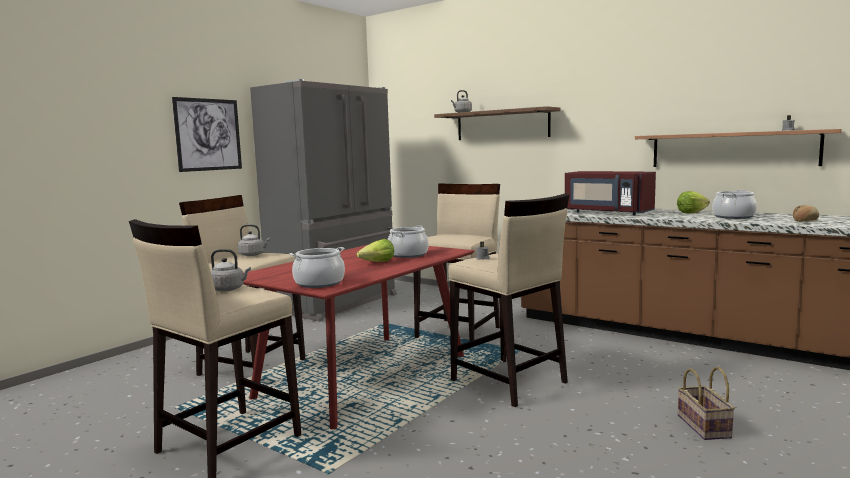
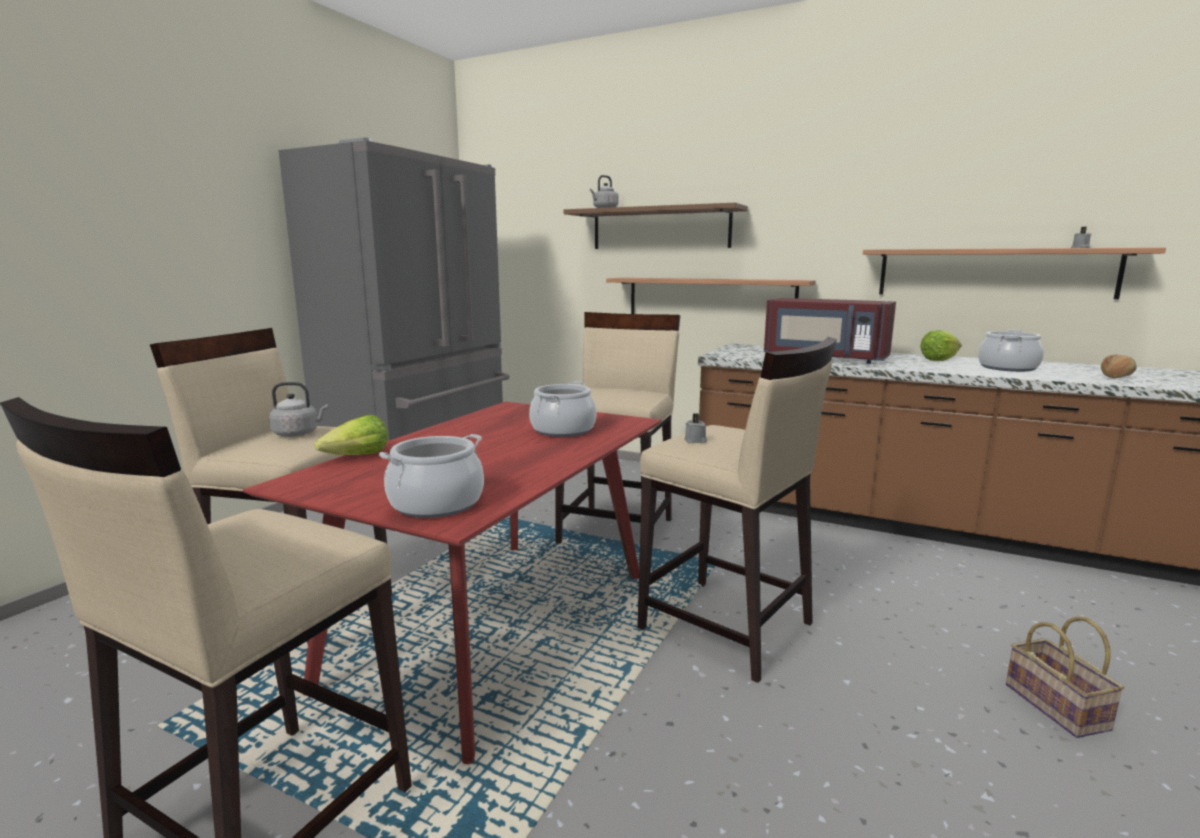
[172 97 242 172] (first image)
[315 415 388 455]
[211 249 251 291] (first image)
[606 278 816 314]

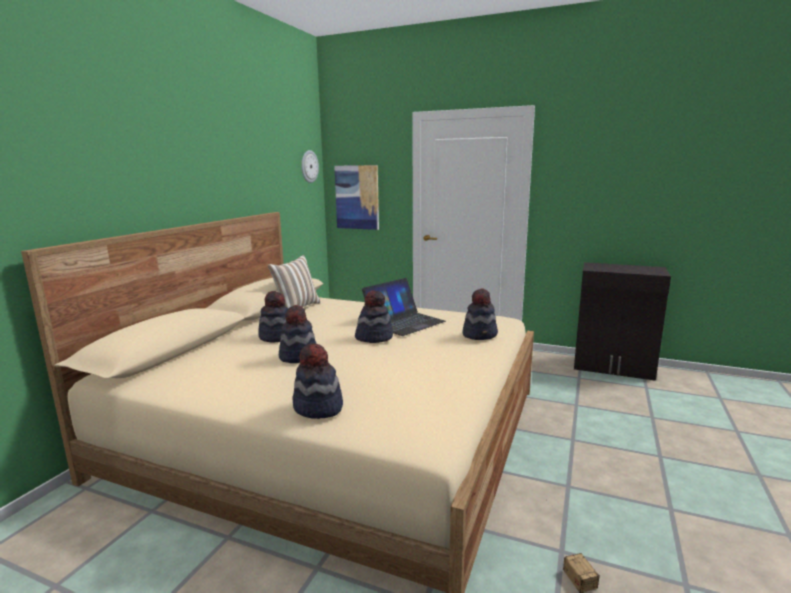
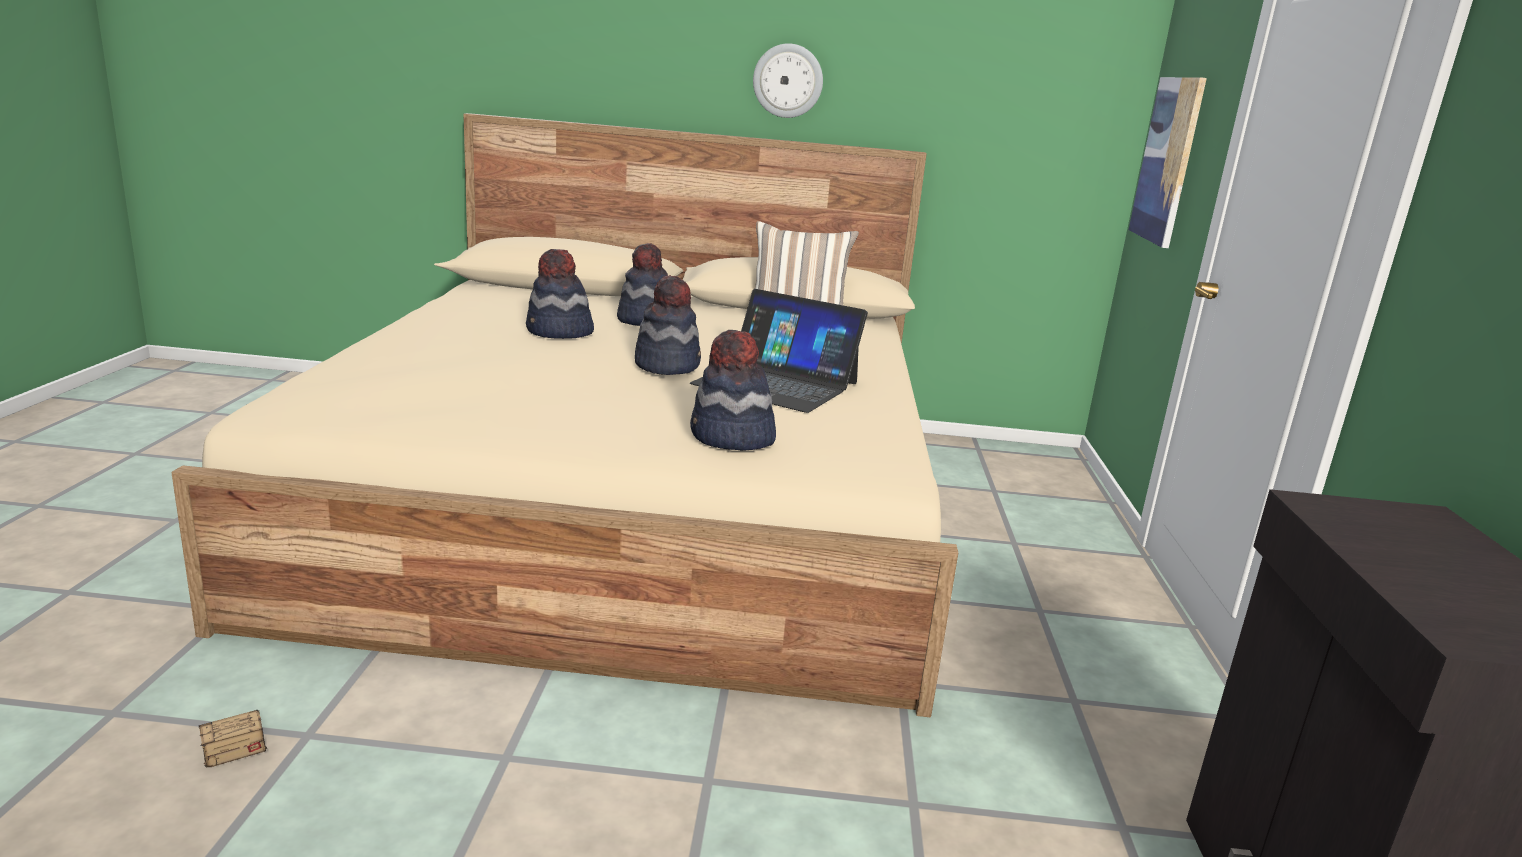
[753 43 823 118]
[292 343 343 419] (first image)

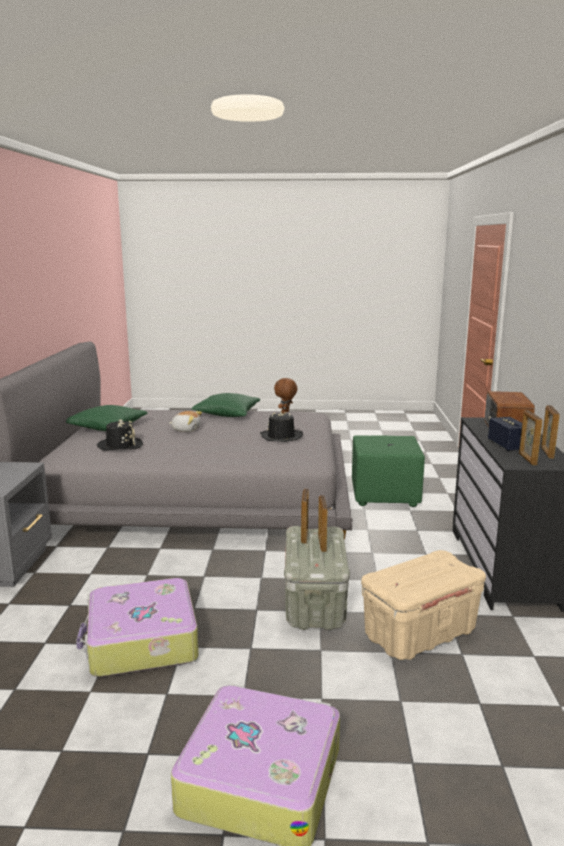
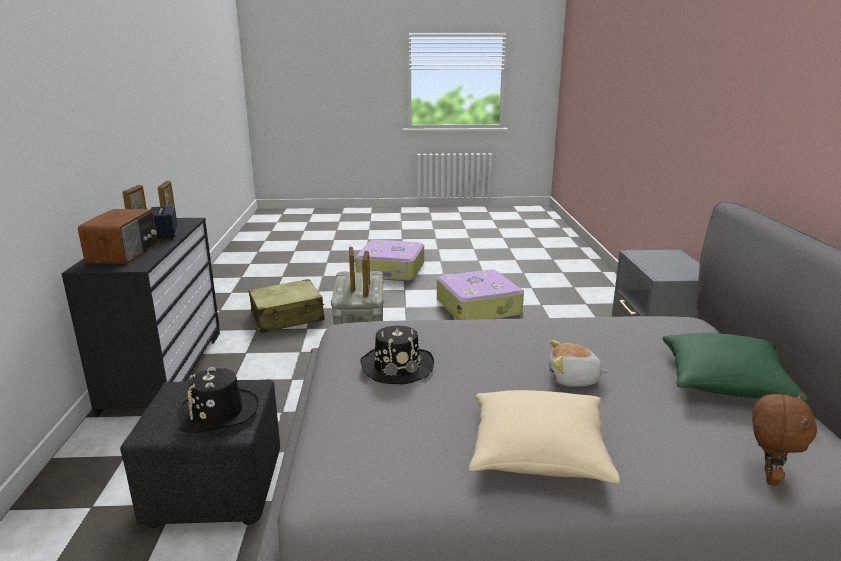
[752 394 817 486]
[469 390 620 484]
[177 367 259 433]
[120 380 280 528]
[249 279 325 333]

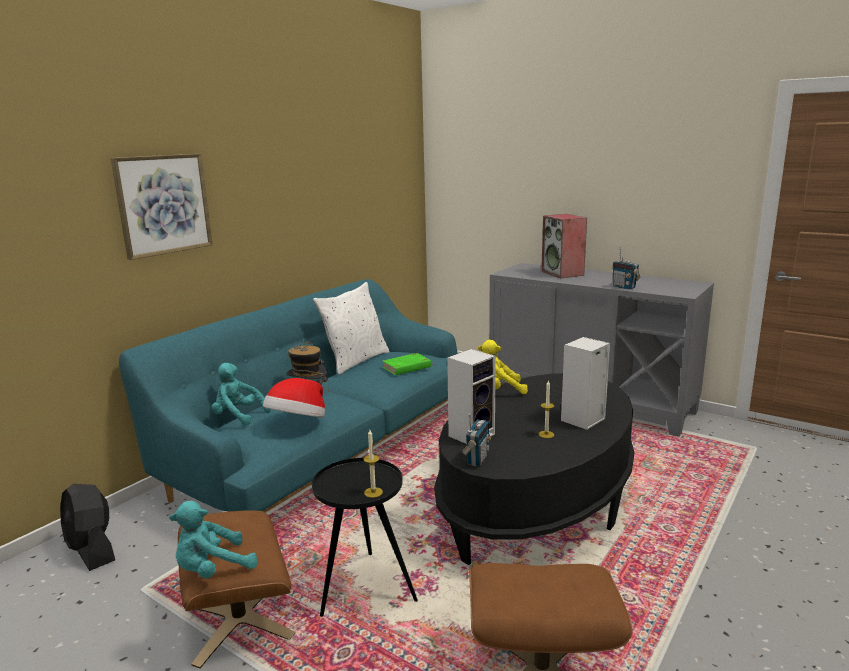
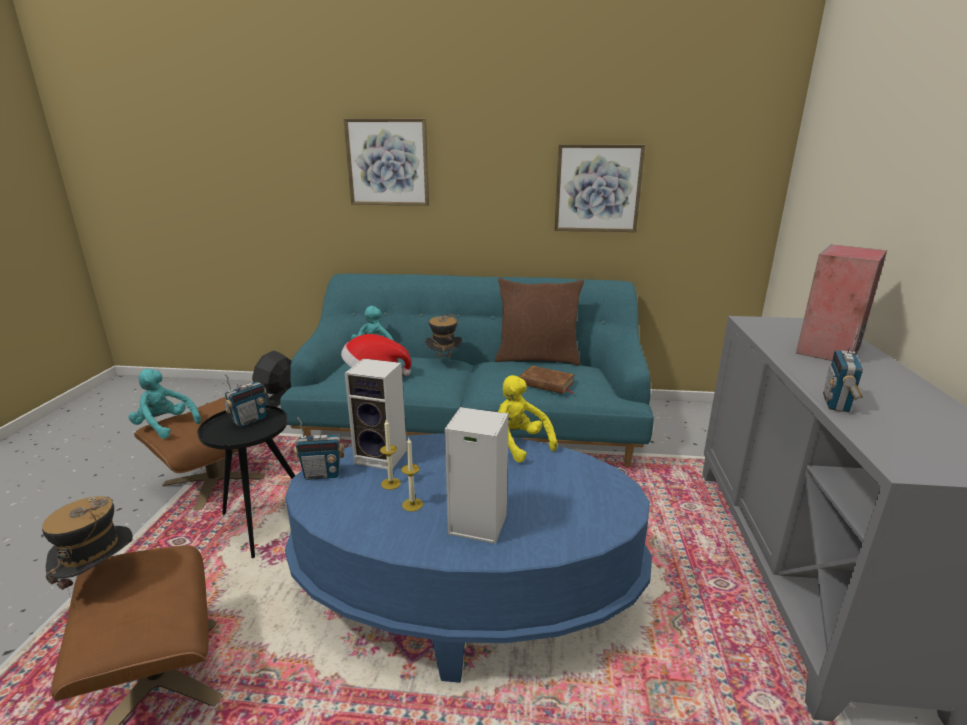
[495 278 584 366]
[519 366 575 394]
[285 433 652 683]
[380 420 401 490]
[555 144 645 232]
[224 373 267 427]
[42 496 133 609]

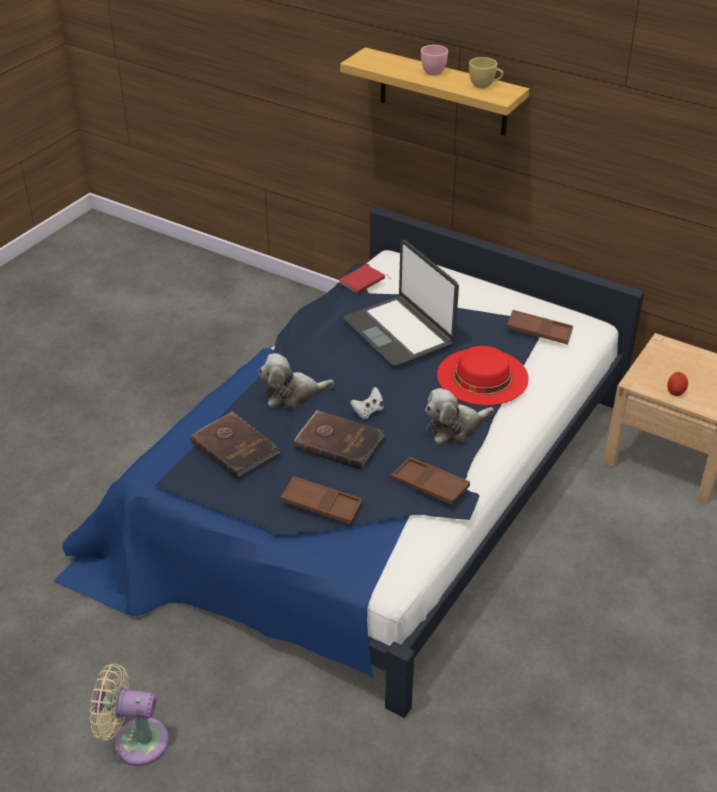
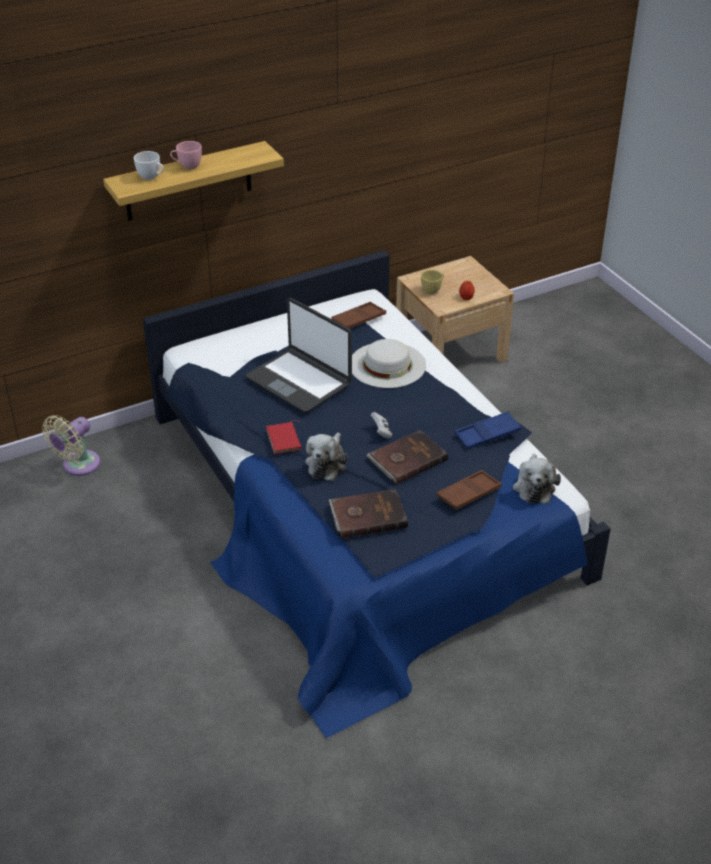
[421 270 444 294]
[246 298 352 413]
[266 420 301 454]
[352 339 426 388]
[513 454 561 504]
[455 411 521 449]
[42 415 101 476]
[134 151 164 180]

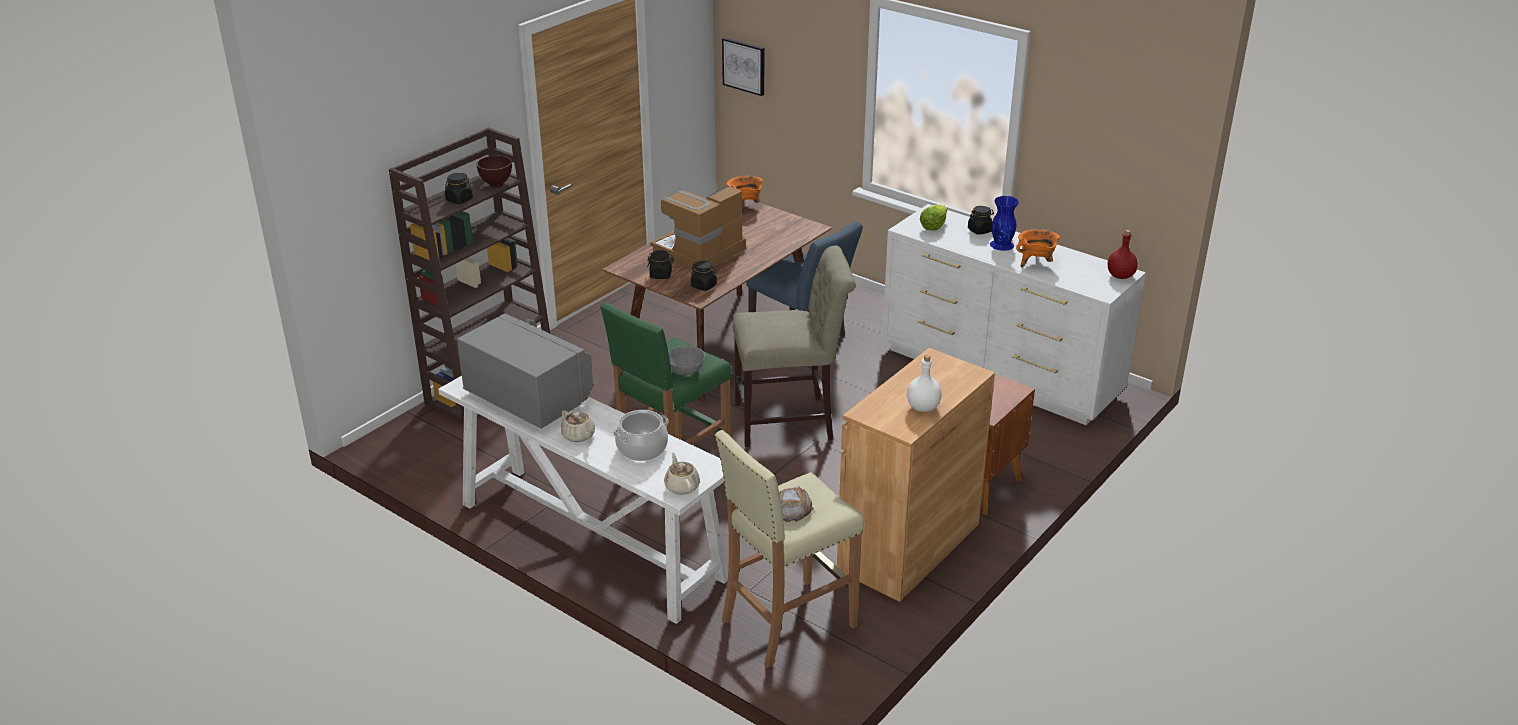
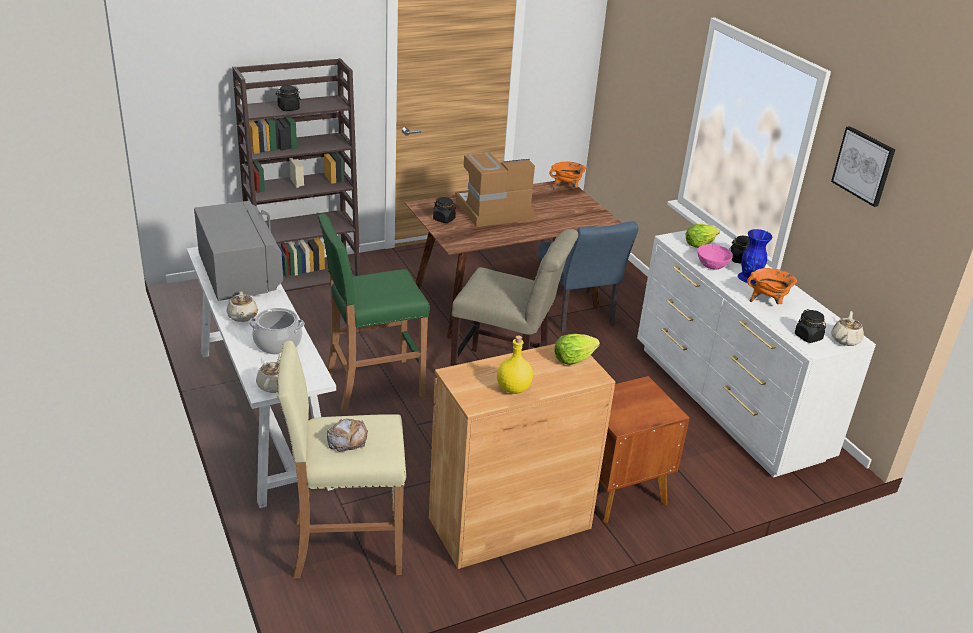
[831 126 895 207]
[476 155 512 188] (first image)
[831 311 864 346]
[795 309 826 343]
[668 346 705 375] (first image)
[497 335 533 394]
[697 244 733 270]
[554 334 600 365]

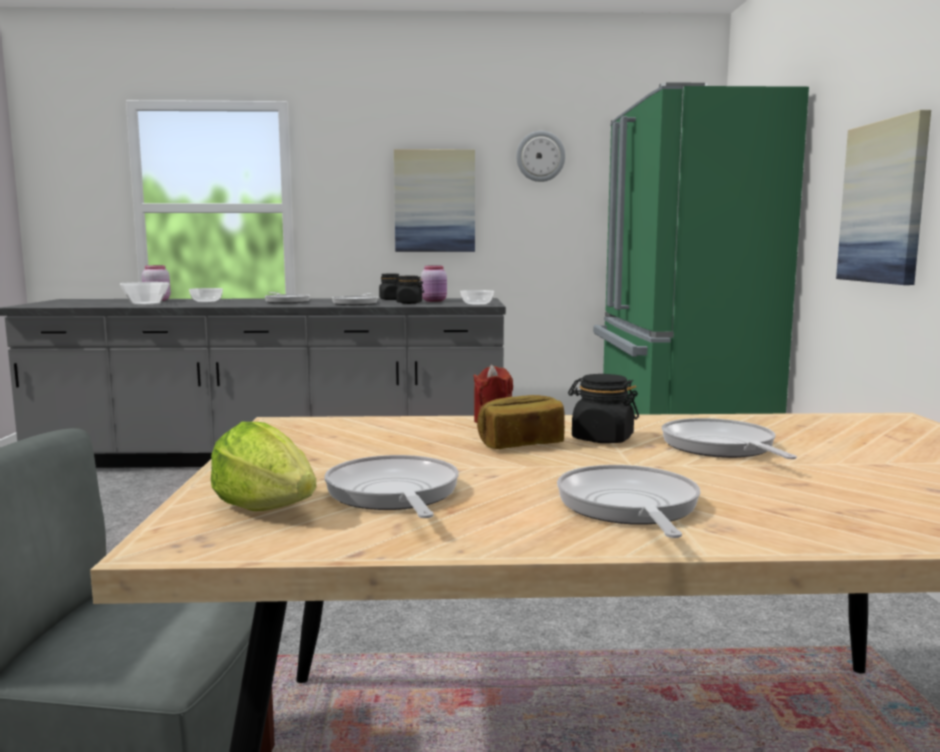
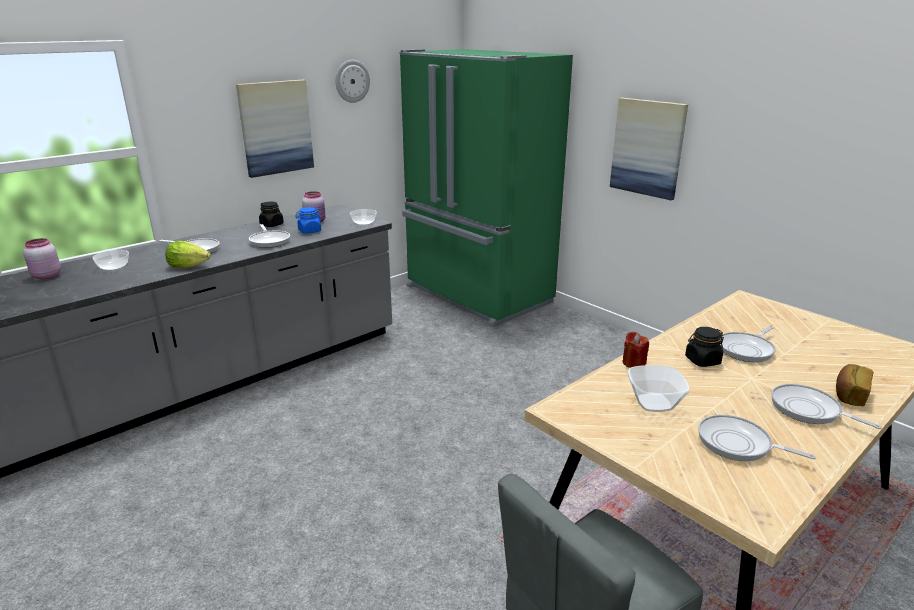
[295 207 321 234]
[628 365 689 412]
[836 364 873 406]
[720 326 776 362]
[165 241 211 268]

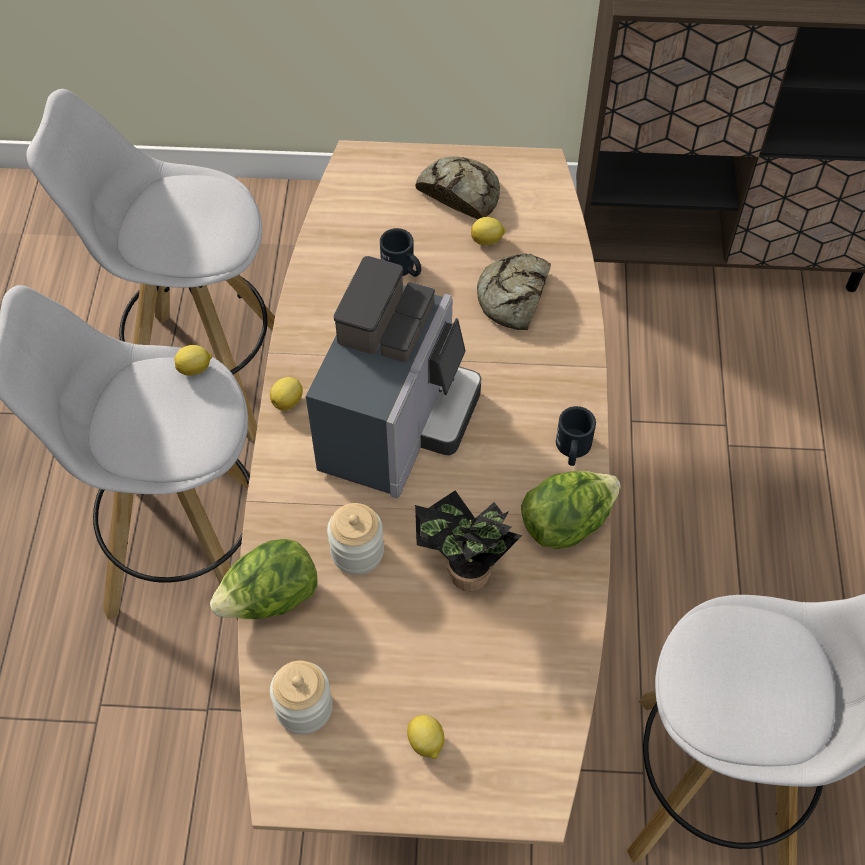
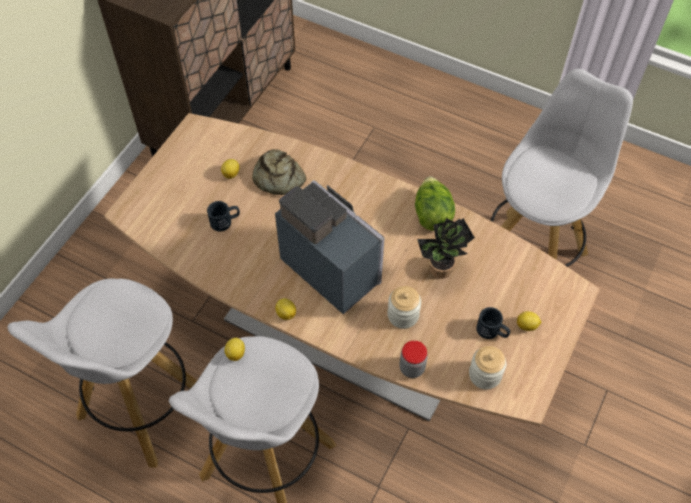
[415 157 500 219] (first image)
[476 307 510 339]
[399 341 428 378]

